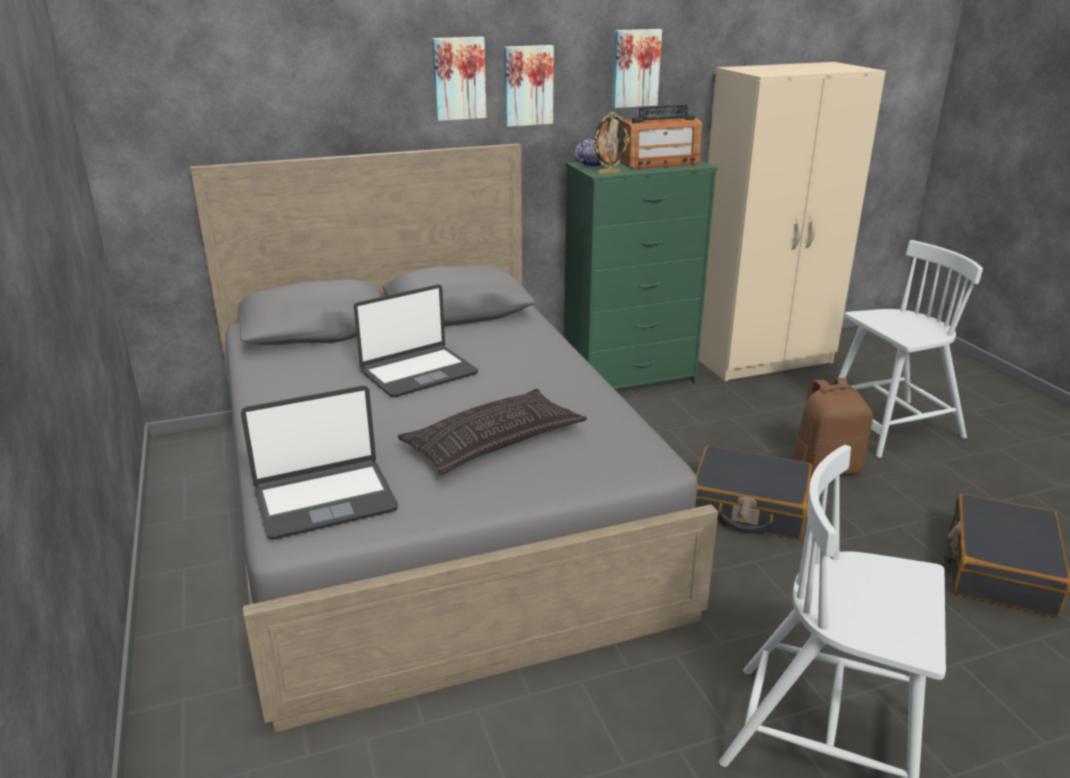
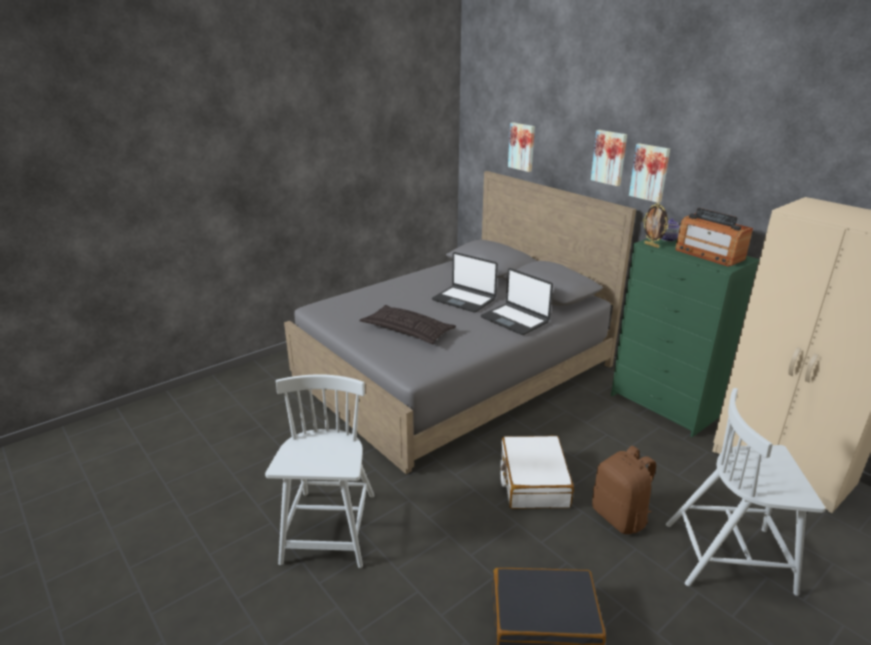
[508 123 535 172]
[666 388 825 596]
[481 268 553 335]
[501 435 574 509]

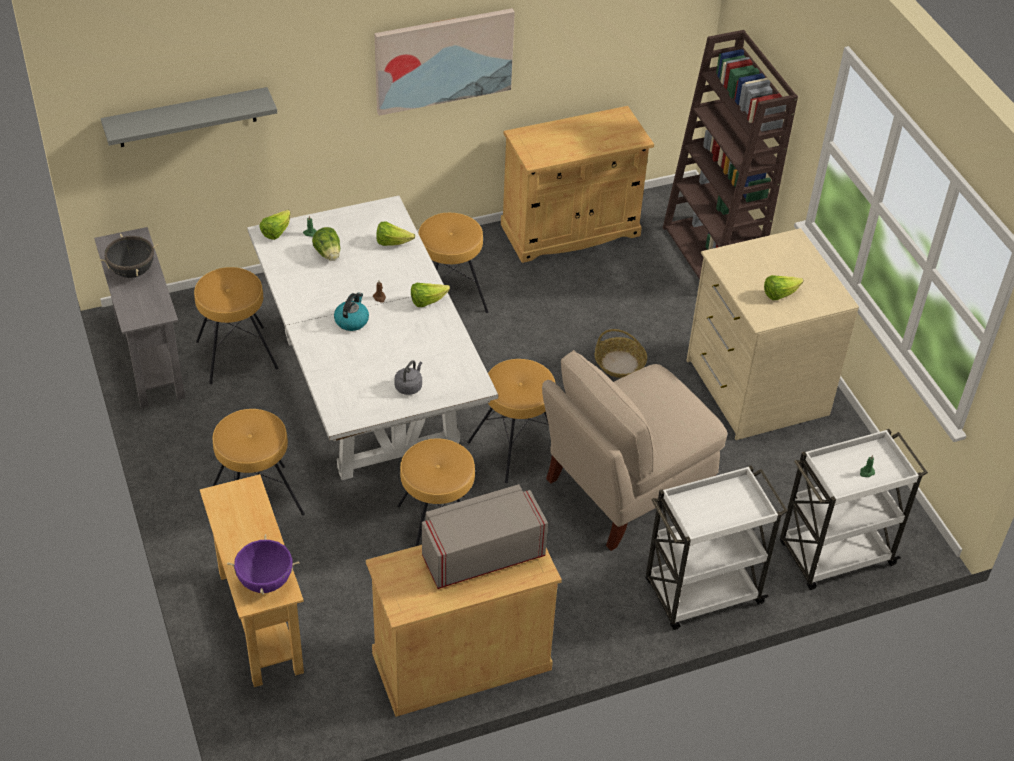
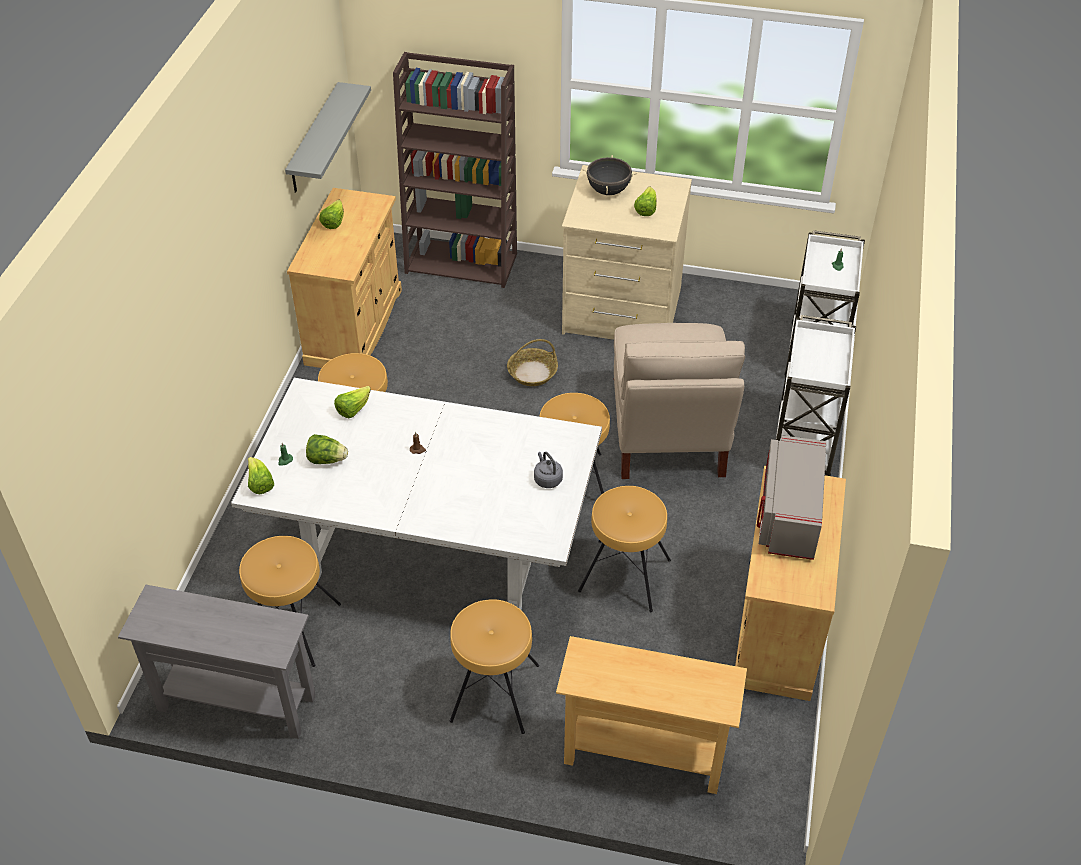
[374 8 515 116] (first image)
[285 82 371 193]
[582 155 637 195]
[319 199 344 229]
[334 293 369 331] (first image)
[227 534 300 595] (first image)

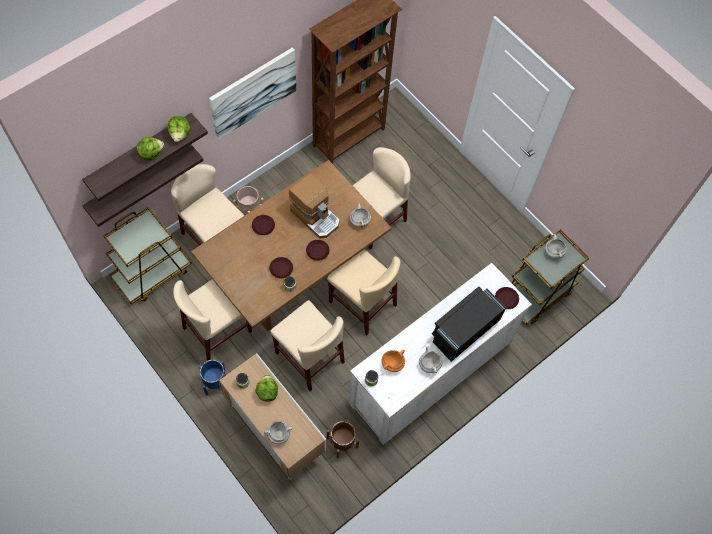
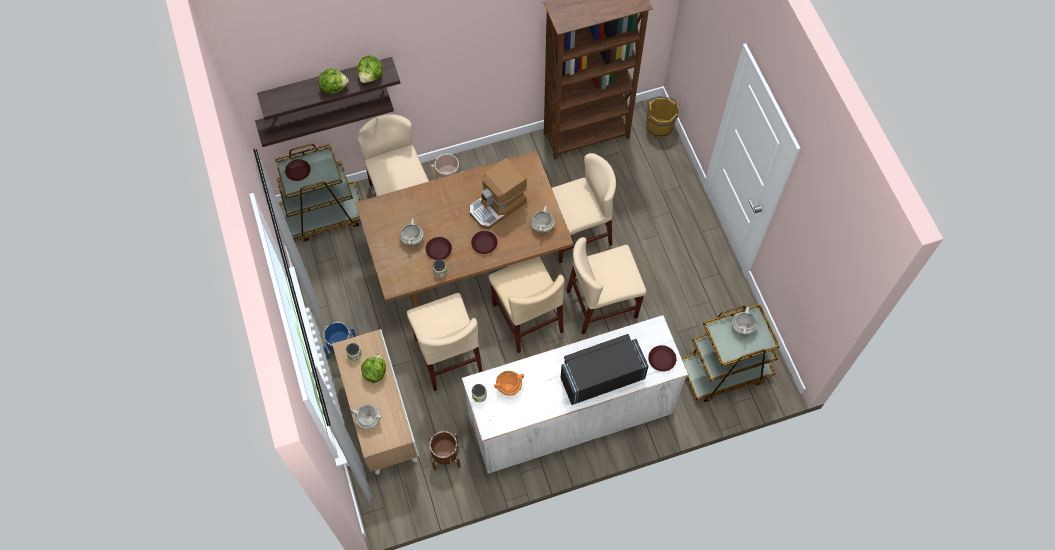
[209 47 296 140] (first image)
[470 158 527 229]
[285 159 310 181]
[566 237 647 335]
[399 219 424 246]
[646 97 680 139]

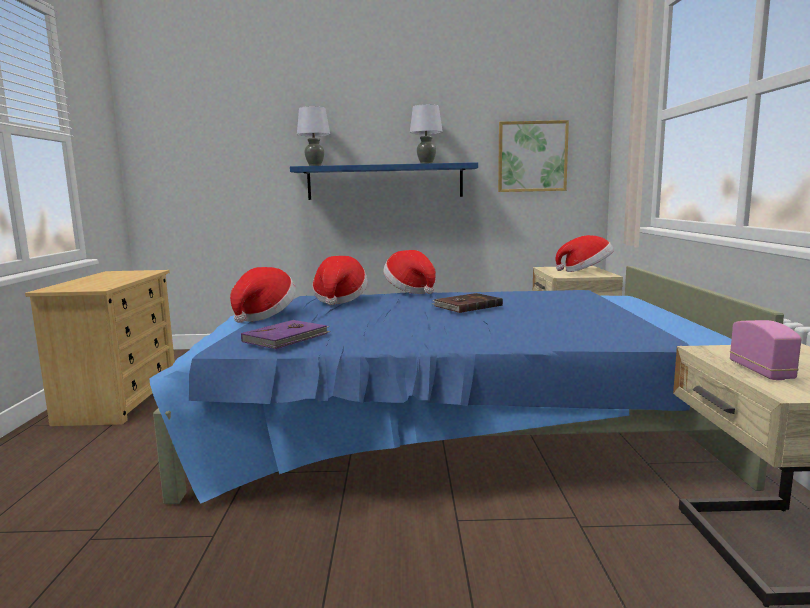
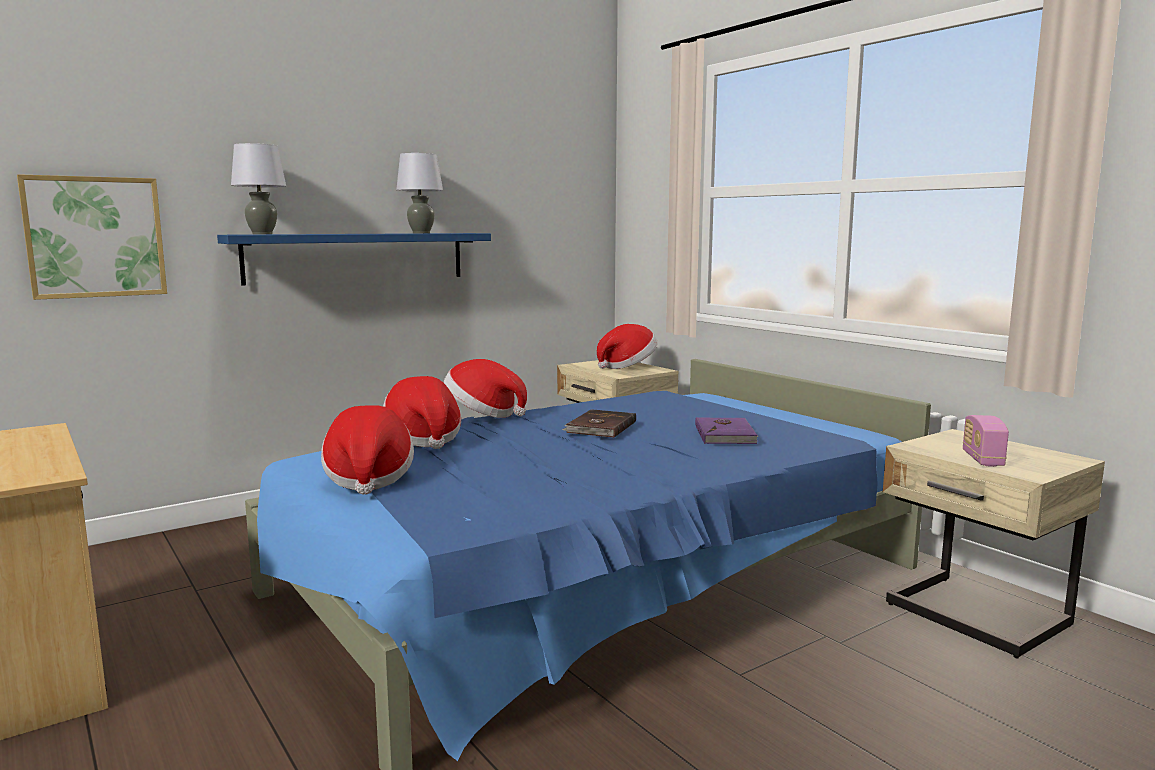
[17 174 167 300]
[695 417 758 444]
[963 415 1009 467]

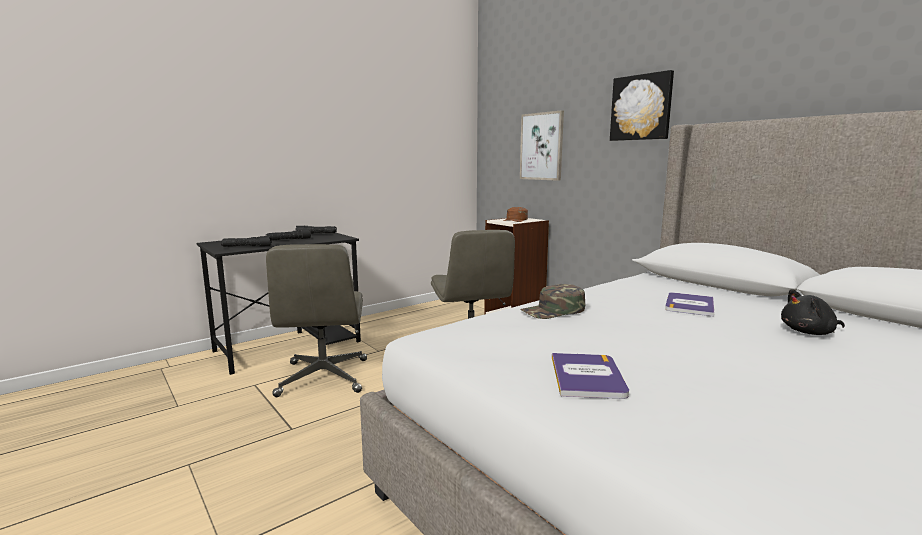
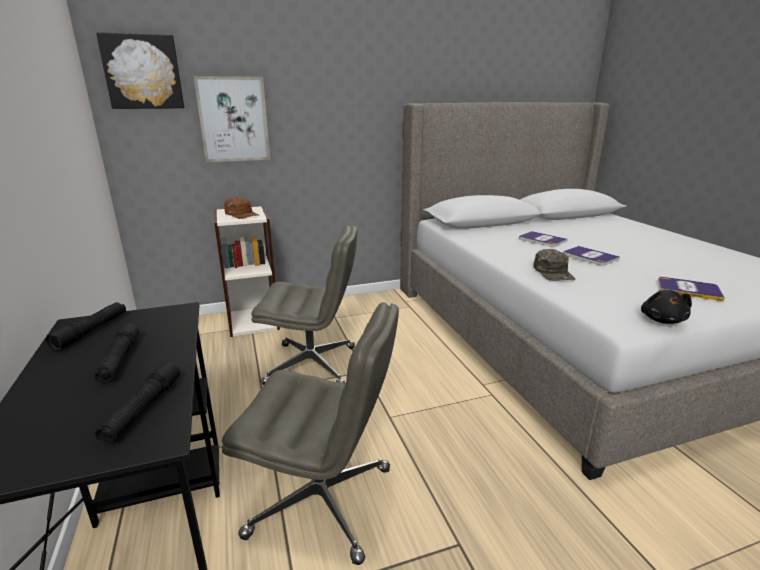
[96 32 185 109]
[641 290 692 324]
[563 246 620 265]

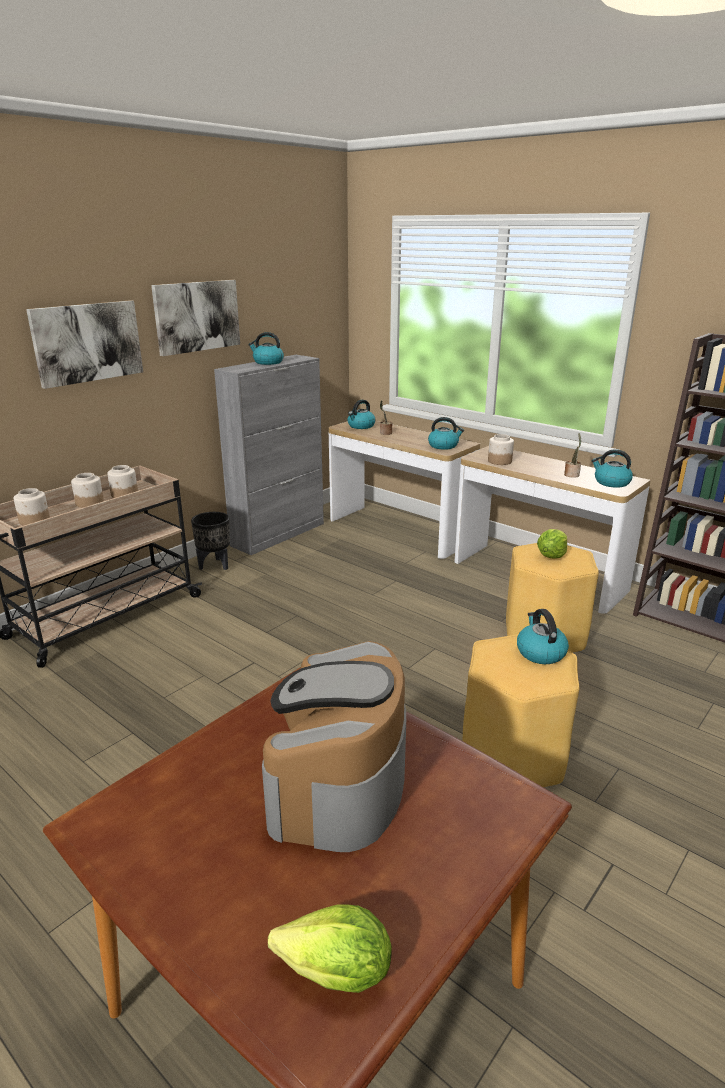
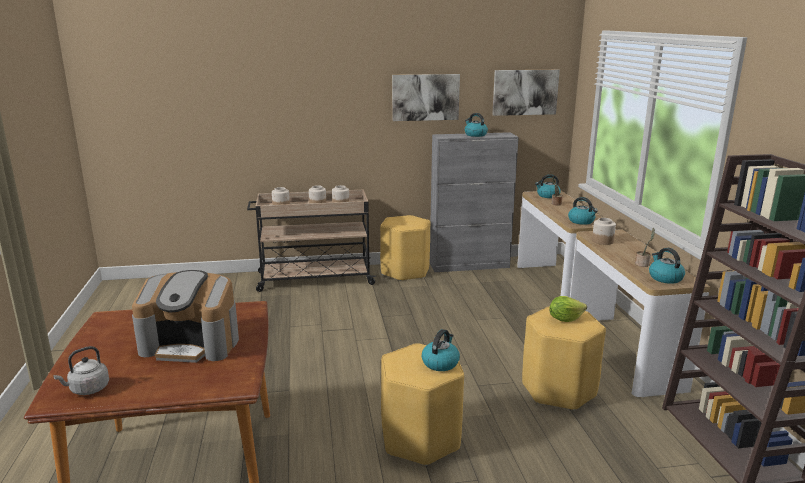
[492 70 560 116]
[380 215 430 281]
[132 270 239 363]
[53 346 109 395]

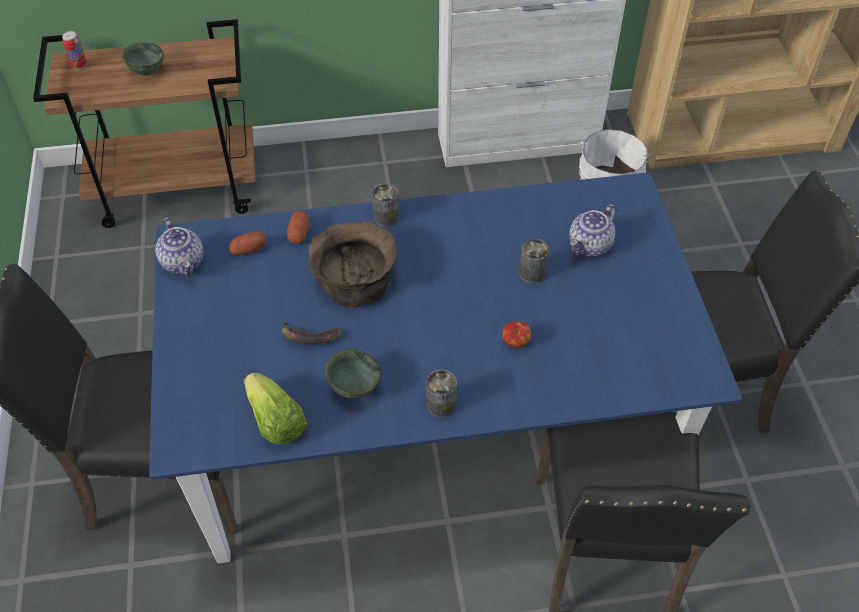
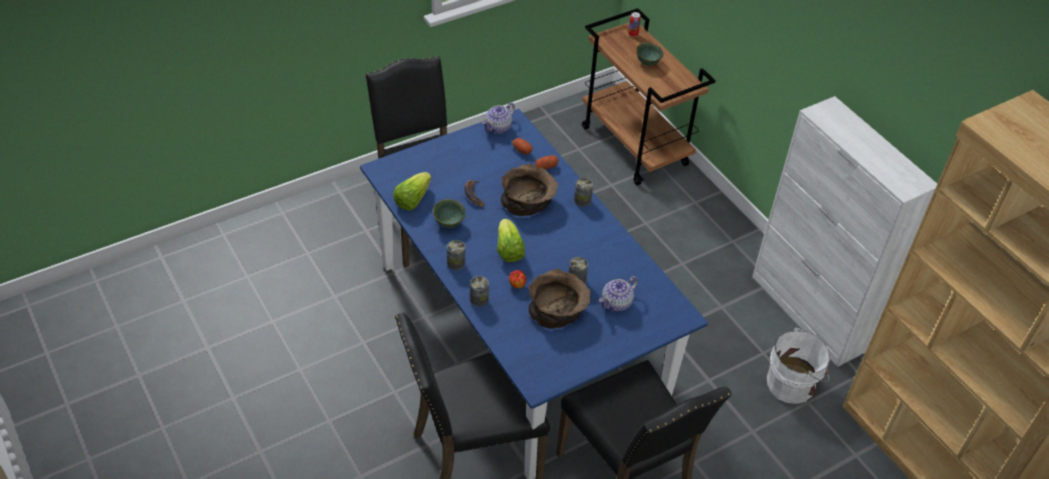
[599 276 638 312]
[497 219 525 262]
[528 268 591 329]
[470 276 489 307]

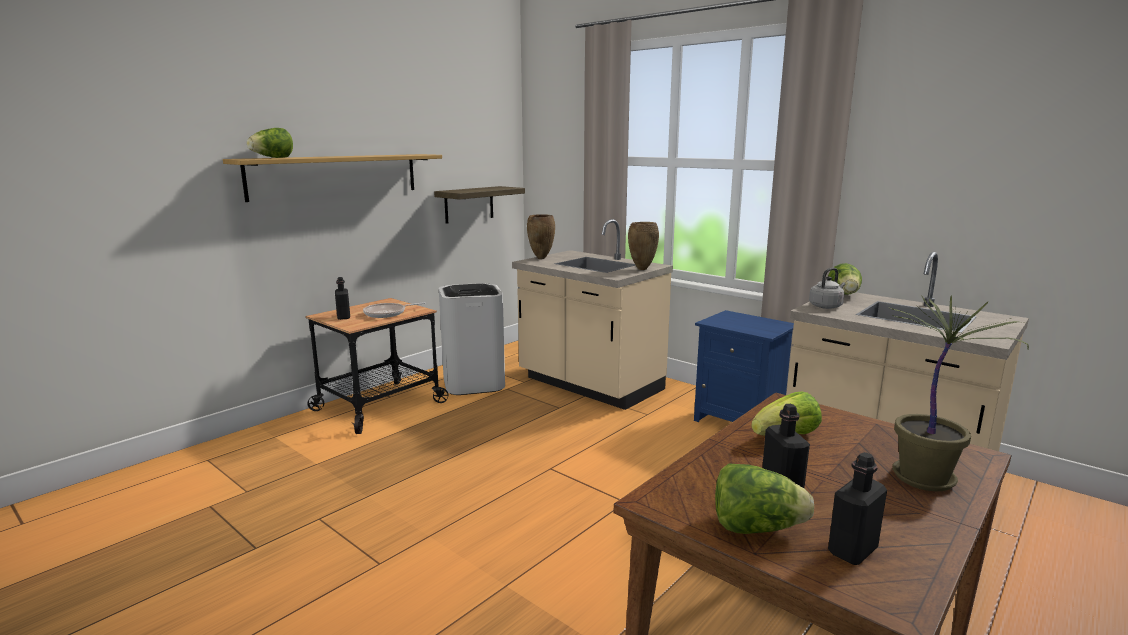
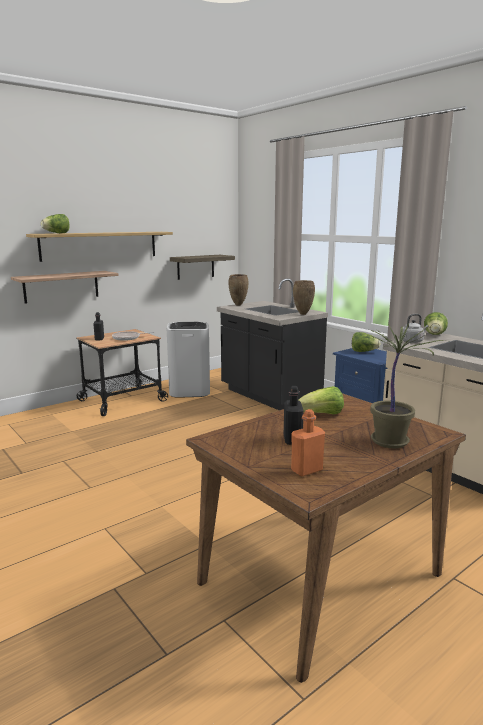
[217 279 328 410]
[291 409 325 476]
[352 332 380 352]
[11 271 119 304]

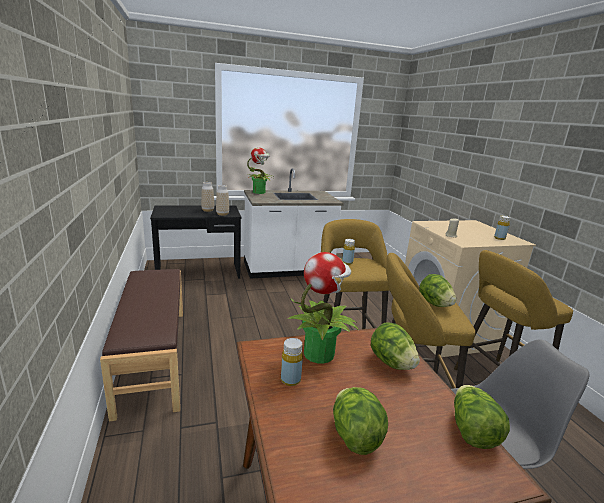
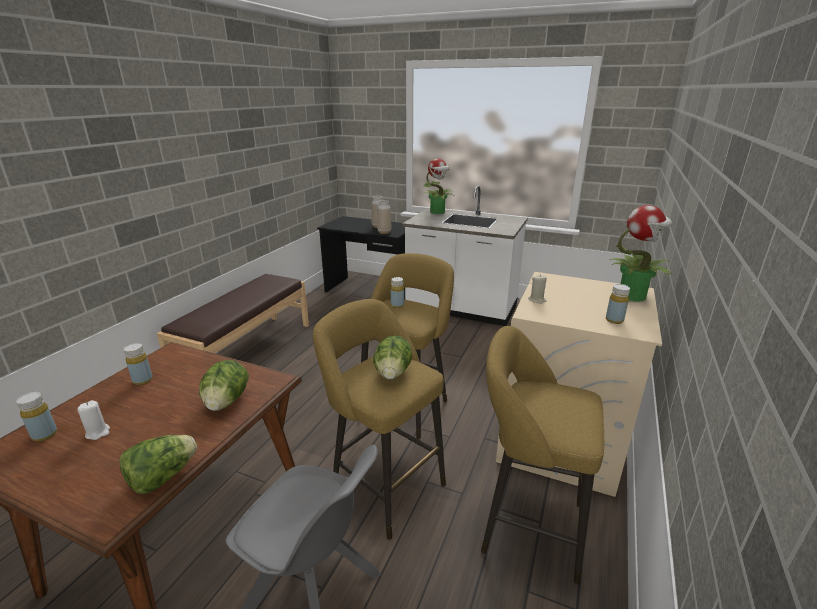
[610 205 673 302]
[77 400 110 440]
[16 392 57 441]

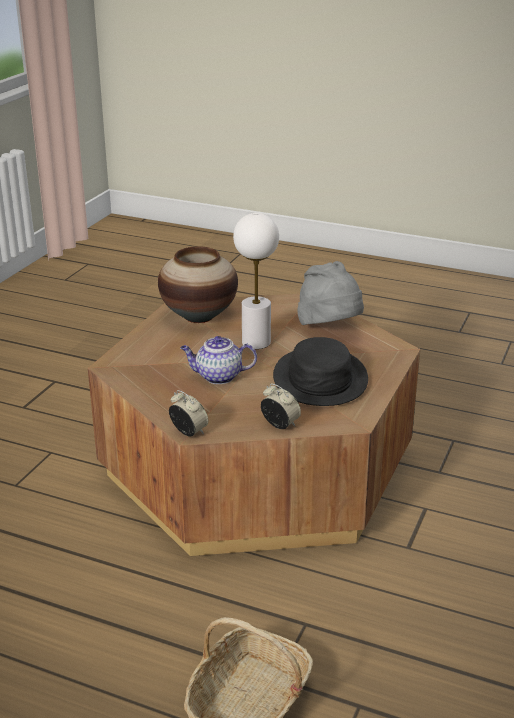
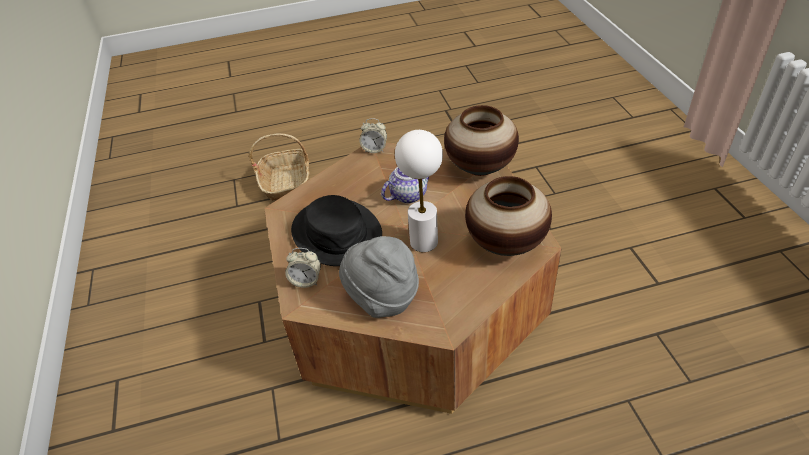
[285 248 321 288]
[444 105 519 176]

